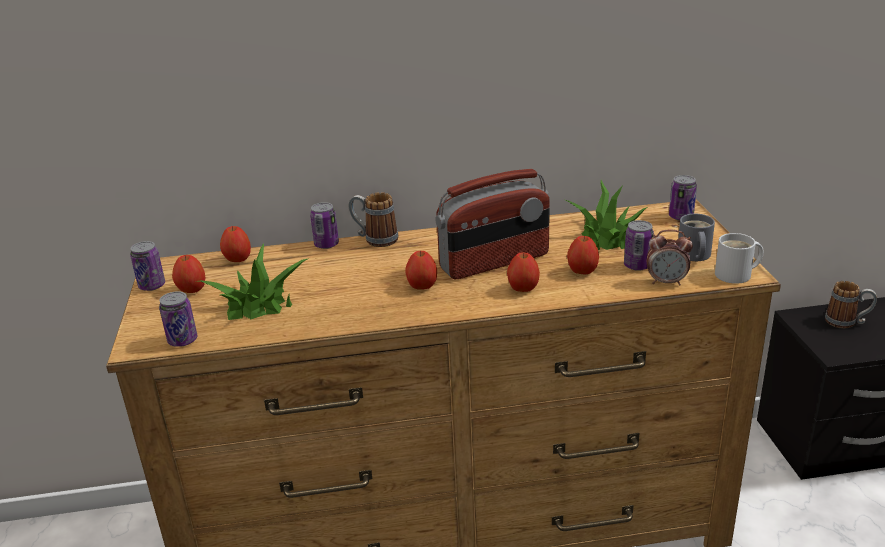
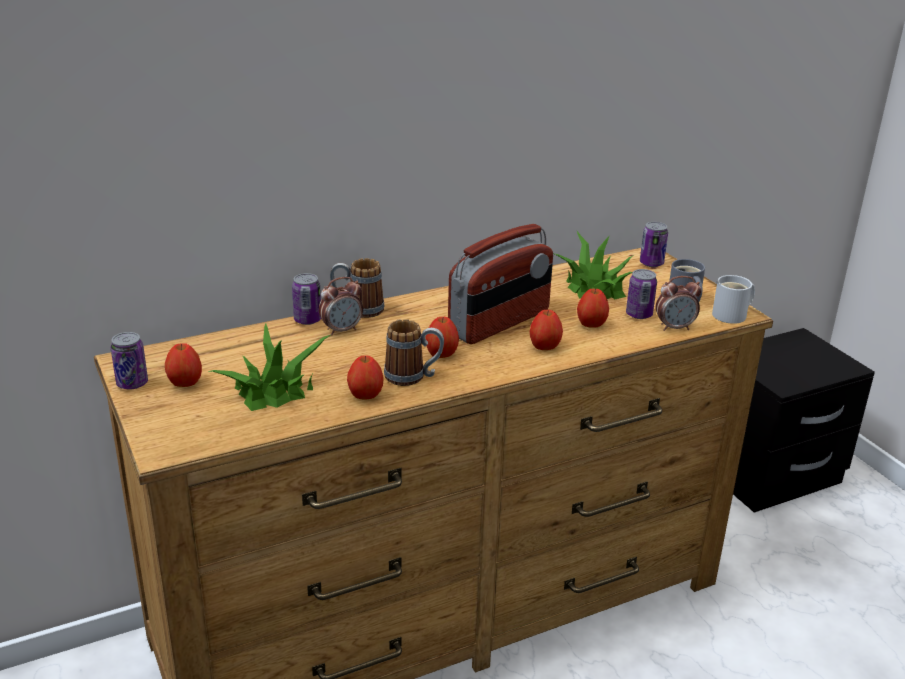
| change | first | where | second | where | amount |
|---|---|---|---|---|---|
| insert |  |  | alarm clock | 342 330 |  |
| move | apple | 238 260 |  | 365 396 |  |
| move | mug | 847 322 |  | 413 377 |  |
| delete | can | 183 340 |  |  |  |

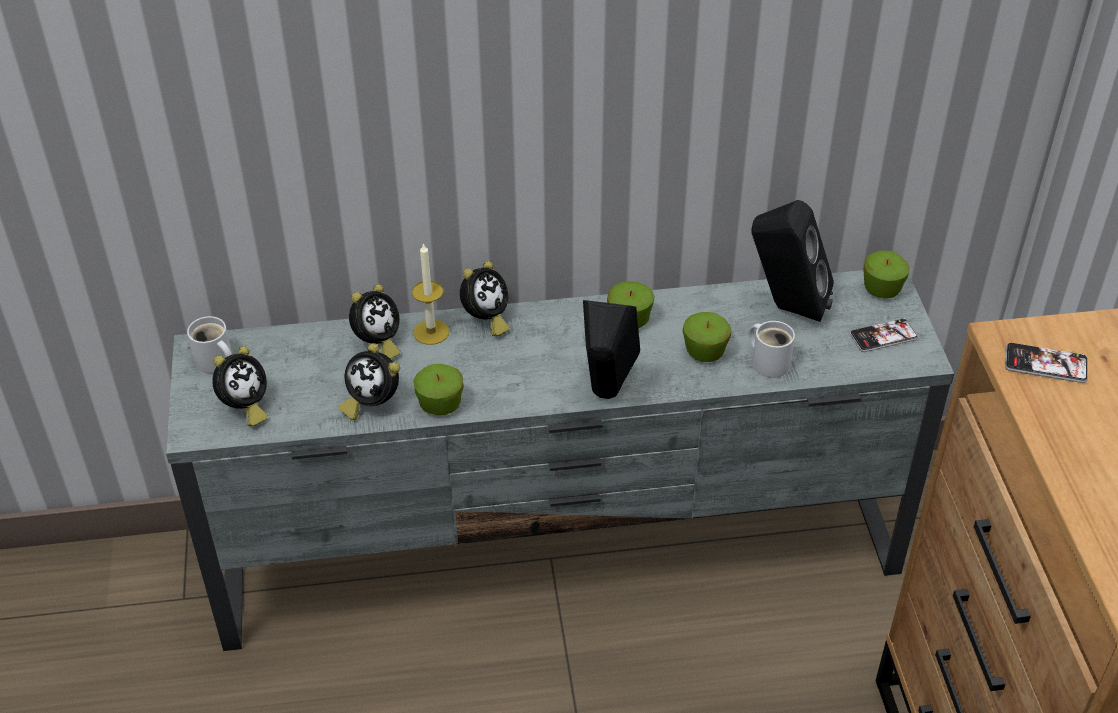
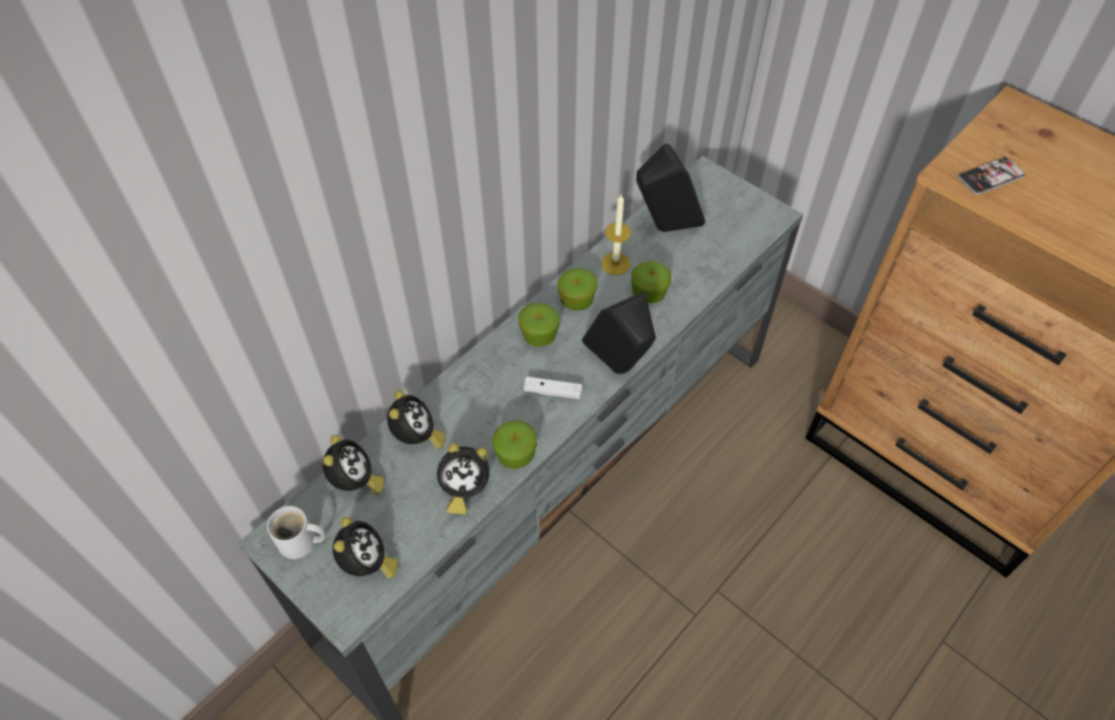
| change | first | where | second | where | amount |
|---|---|---|---|---|---|
| move | alarm clock | 485 320 |  | 355 482 |  |
| move | apple | 882 289 |  | 539 336 |  |
| insert |  |  | white game controller | 553 392 |  |
| move | candle | 431 332 |  | 615 263 |  |
| delete | white mug | 769 361 |  |  |  |
| delete | phone | 883 336 |  |  |  |

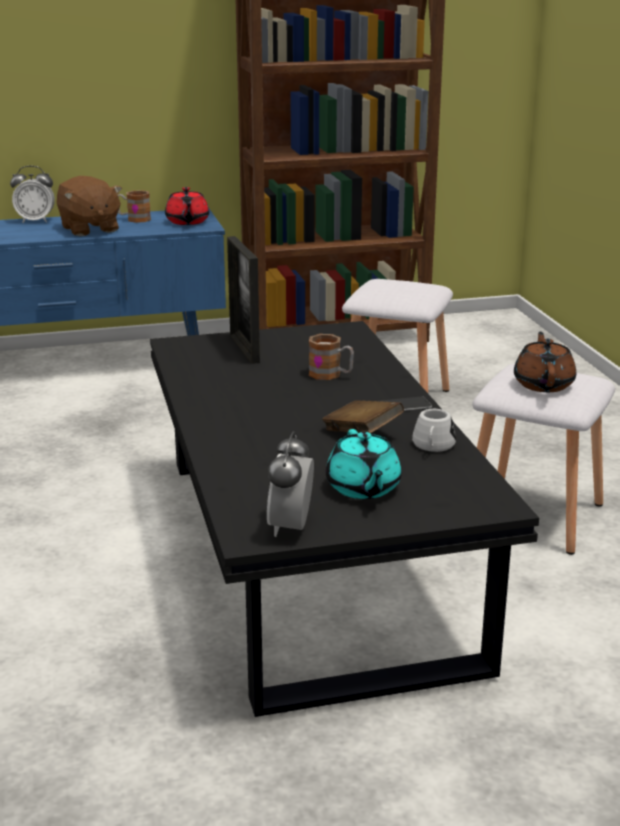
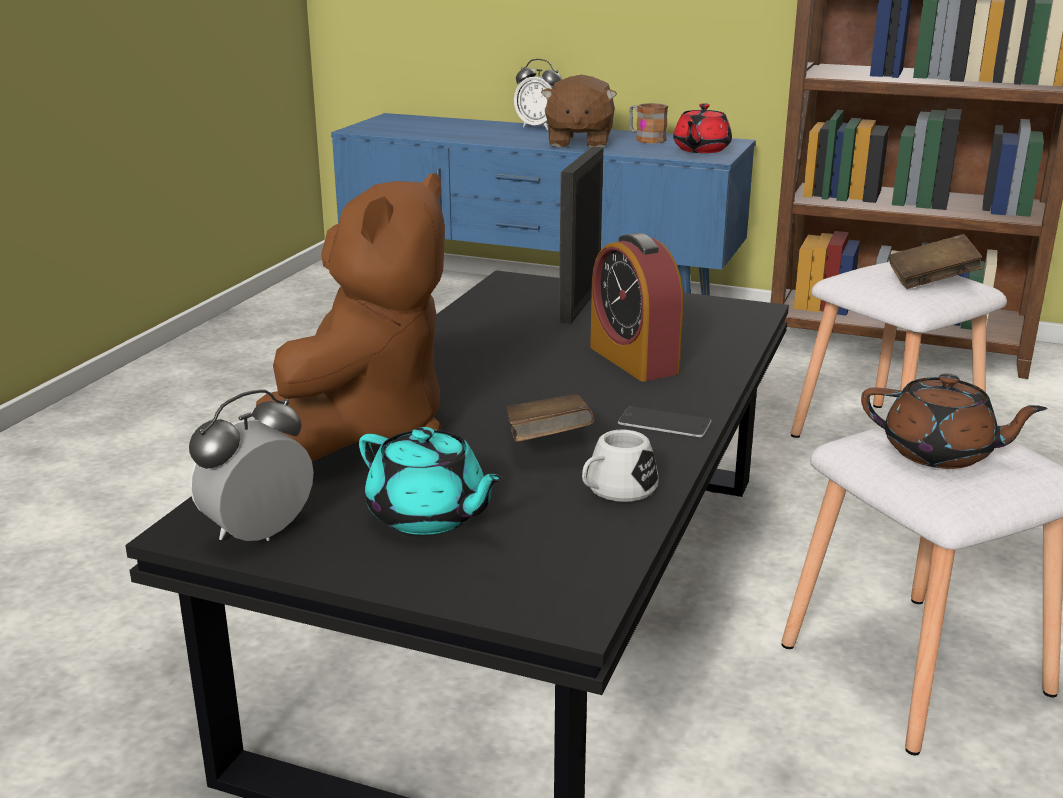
| change | first | where | second | where | amount |
|---|---|---|---|---|---|
| insert |  |  | brown plush toy | 364 429 |  |
| rotate | turquoise teapot | 363 488 |  | 428 516 | 75 degrees counterclockwise |
| replace | mug | 331 375 | alarm clock | 633 360 |  |
| rotate | brown teapot | 543 384 |  | 940 453 | 75 degrees clockwise |
| insert |  |  | brown book | 931 281 |  |

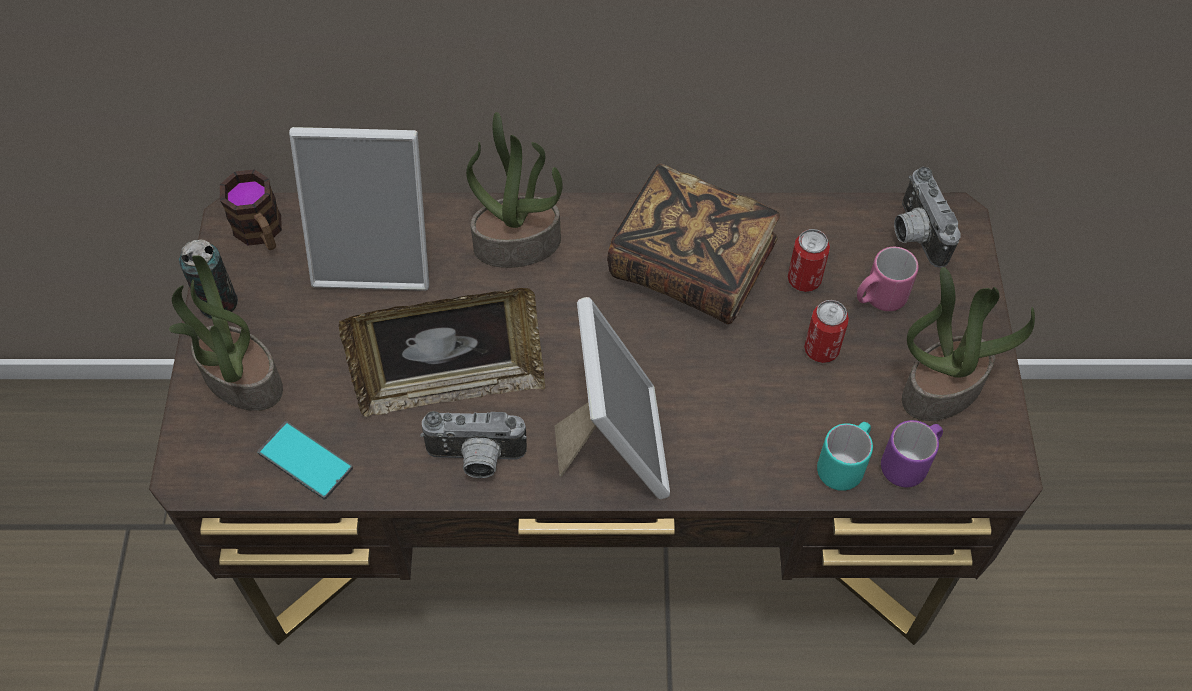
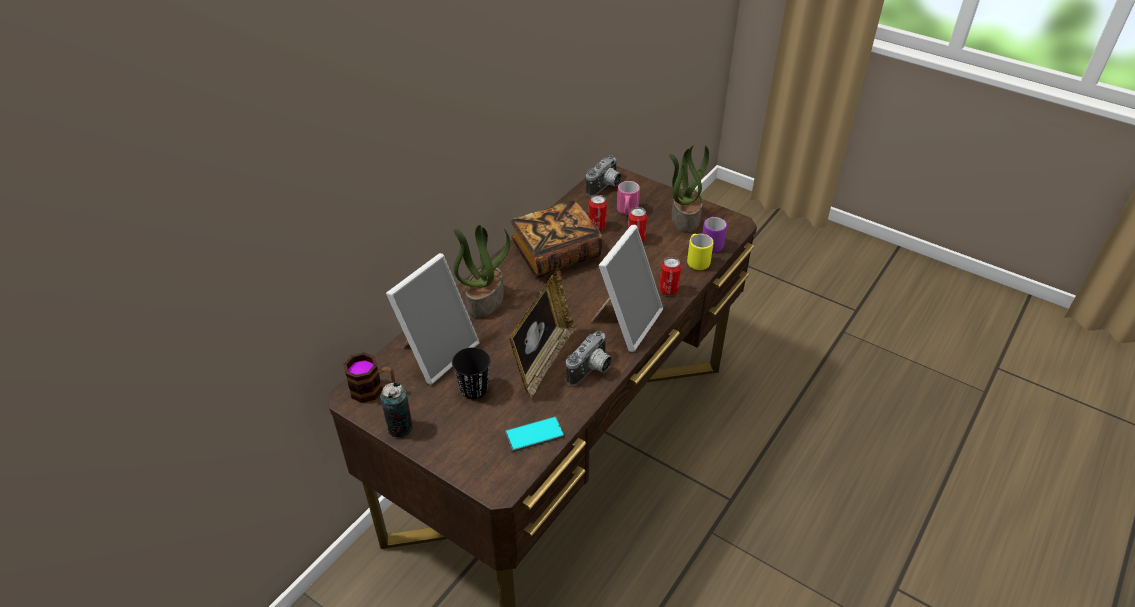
| change | first | where | second | where | amount |
|---|---|---|---|---|---|
| insert |  |  | black cup | 474 389 |  |
| rotate | photo camera | 914 234 |  | 606 187 | 75 degrees counterclockwise |
| rotate | picture frame | 613 445 |  | 625 322 | 90 degrees clockwise |
| insert |  |  | can | 668 290 |  |
| recolor | turquoise mug | 844 465 | yellow mug | 696 261 |  |
| delete | potted plant | 240 380 |  |  |  |

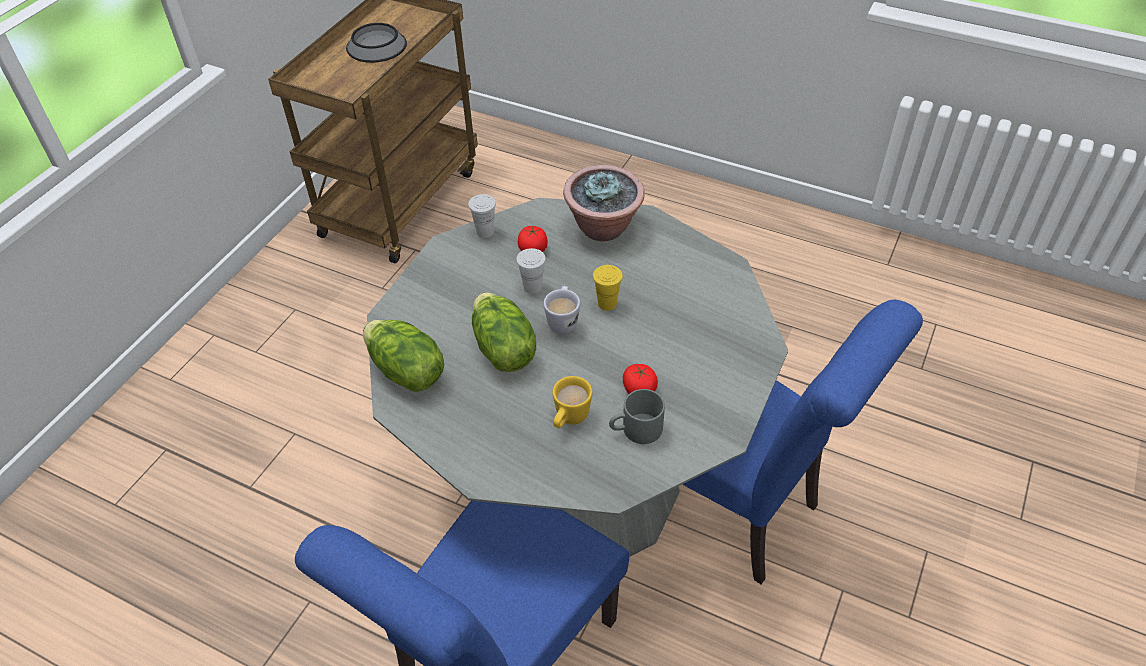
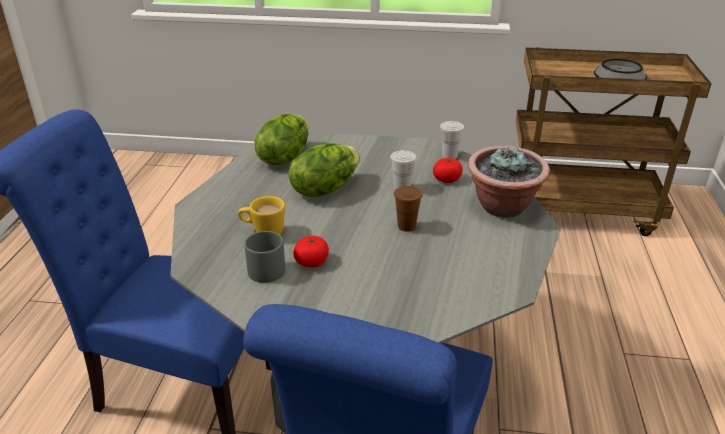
| change | first | where | second | where | amount |
|---|---|---|---|---|---|
| recolor | yellow cup | 607 304 | brown cup | 406 226 |  |
| delete | white mug | 563 320 |  |  |  |

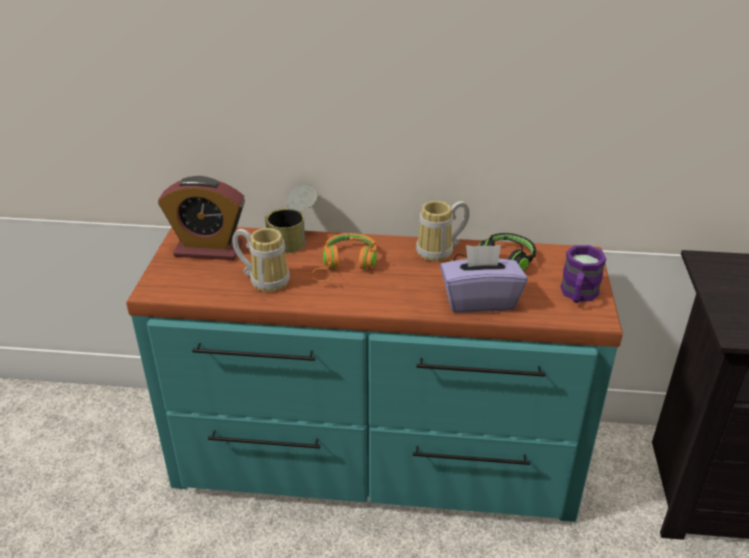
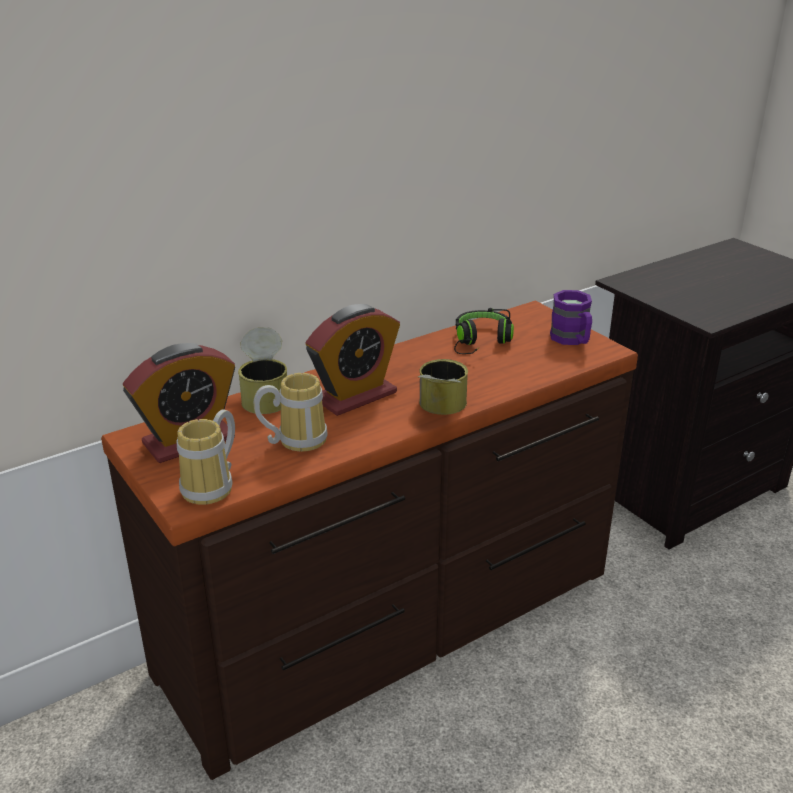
| change | first | where | second | where | amount |
|---|---|---|---|---|---|
| recolor | turquoise dresser | 374 460 | brown dresser | 394 624 |  |
| move | mug | 440 252 |  | 214 487 |  |
| replace | orange headphones | 346 266 | alarm clock | 355 396 |  |
| insert |  |  | can | 440 410 |  |
| delete | purple tissue box | 479 300 |  |  |  |

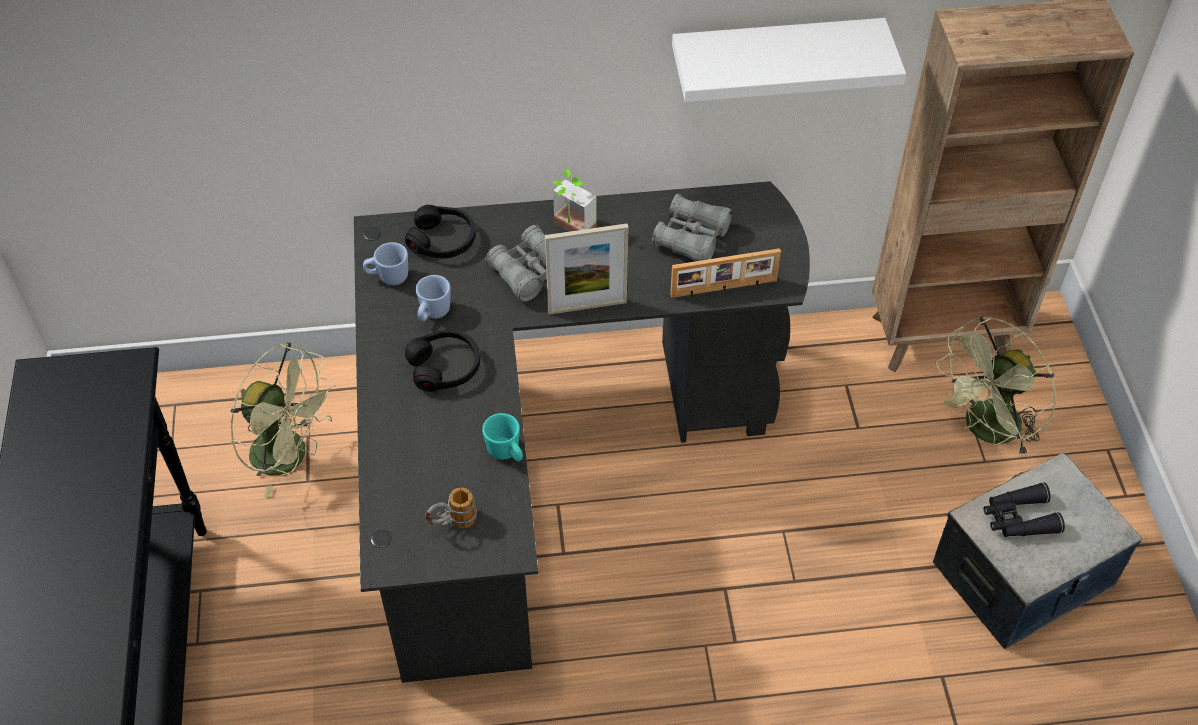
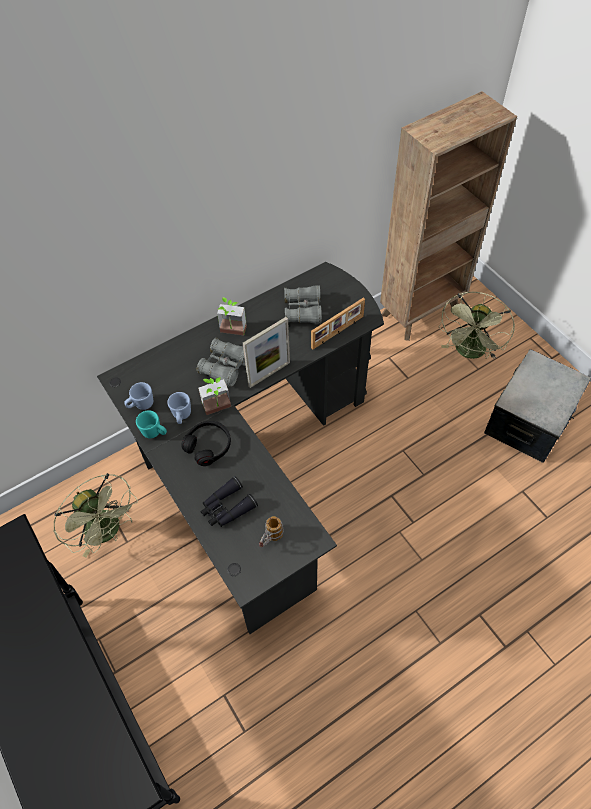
| change | first | where | second | where | amount |
|---|---|---|---|---|---|
| rotate | green fan | 291 456 |  | 108 531 | 45 degrees clockwise |
| move | turquoise mug | 506 453 |  | 155 433 |  |
| insert |  |  | potted plant | 218 410 |  |
| move | black binoculars | 1018 518 |  | 227 507 |  |
| delete | black headphones | 443 240 |  |  |  |
| delete | white shelf | 775 58 |  |  |  |

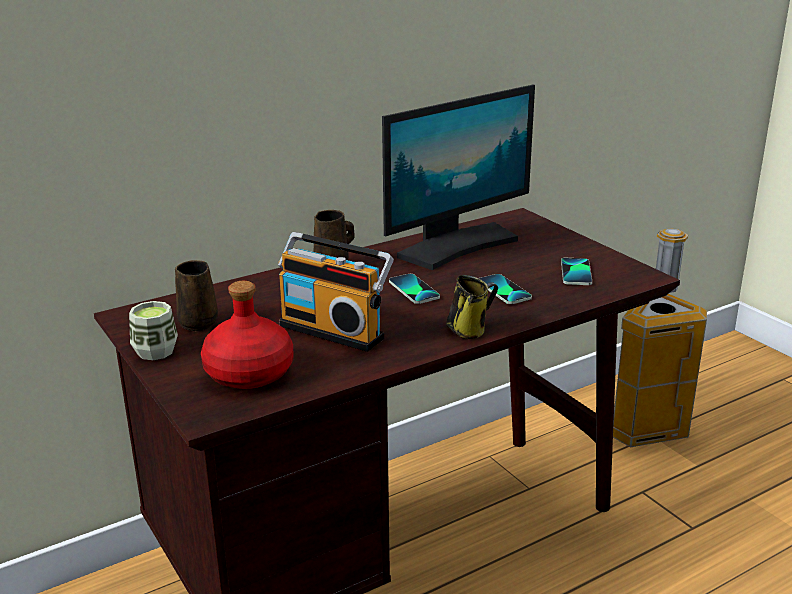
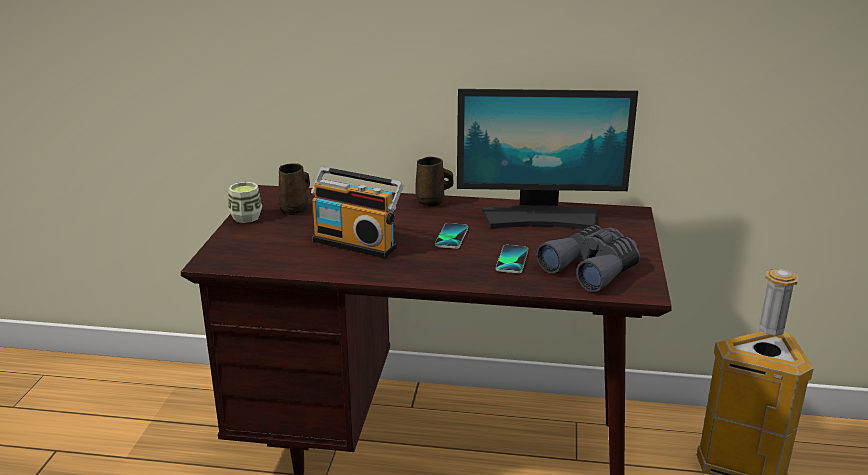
| change | first | where | second | where | amount |
|---|---|---|---|---|---|
| rotate | radio | 334 330 |  | 357 243 | 45 degrees counterclockwise |
| replace | phone | 576 273 | grey binoculars | 592 268 |  |
| delete | red bottle | 250 373 |  |  |  |
| delete | mug | 469 330 |  |  |  |

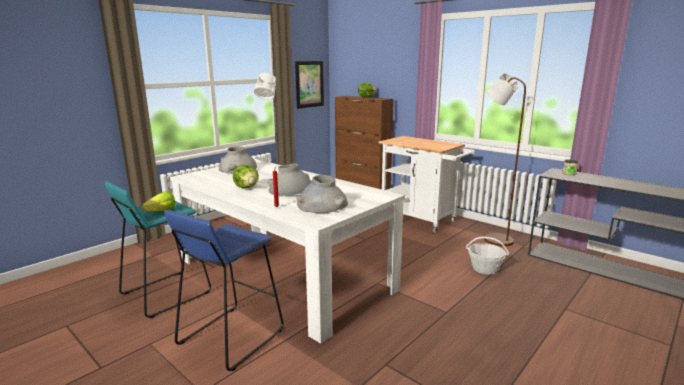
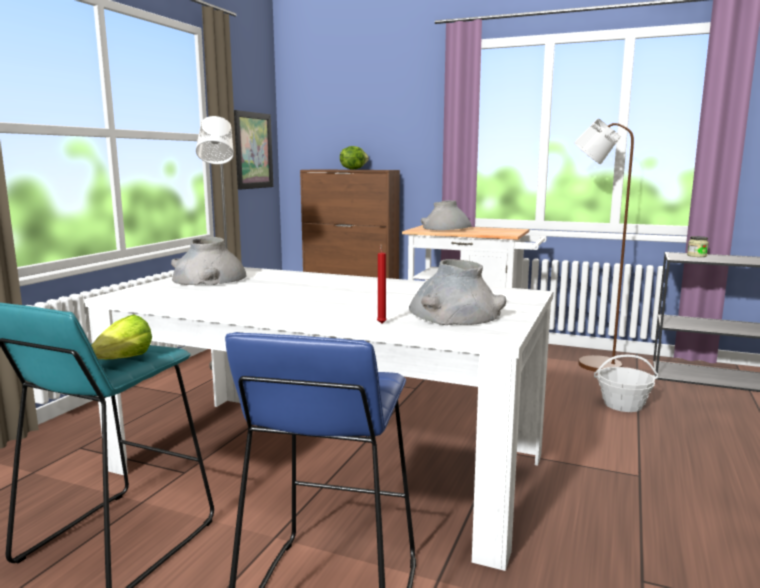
| change | first | where | second | where | amount |
|---|---|---|---|---|---|
| move | grey vase | 291 190 |  | 446 229 |  |
| delete | lettuce | 247 187 |  |  |  |

